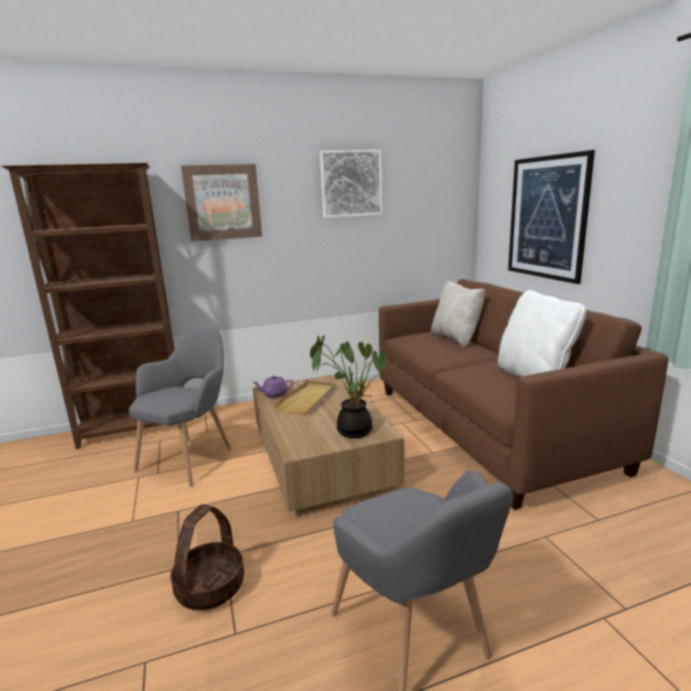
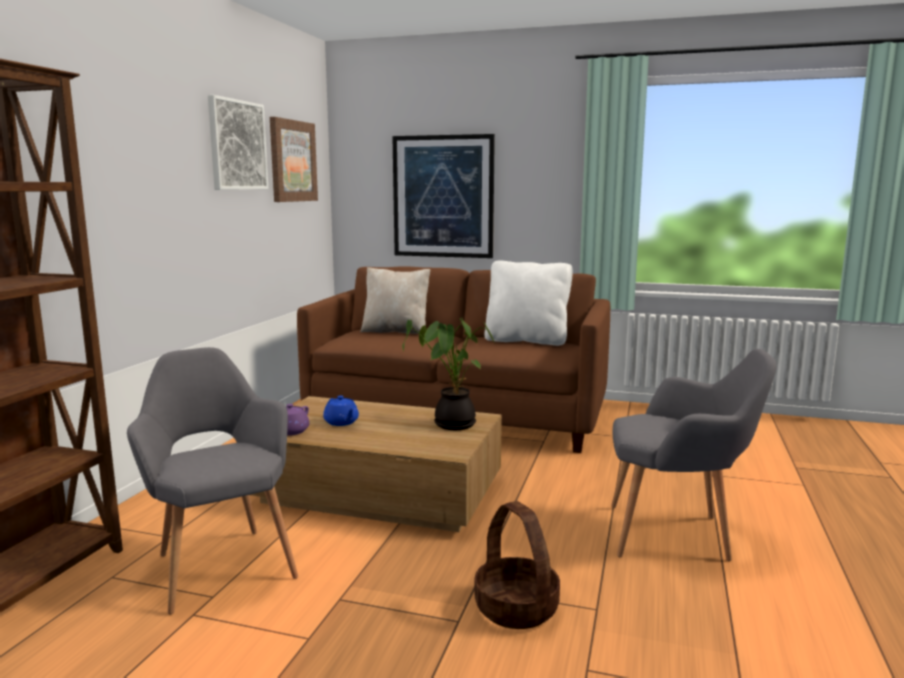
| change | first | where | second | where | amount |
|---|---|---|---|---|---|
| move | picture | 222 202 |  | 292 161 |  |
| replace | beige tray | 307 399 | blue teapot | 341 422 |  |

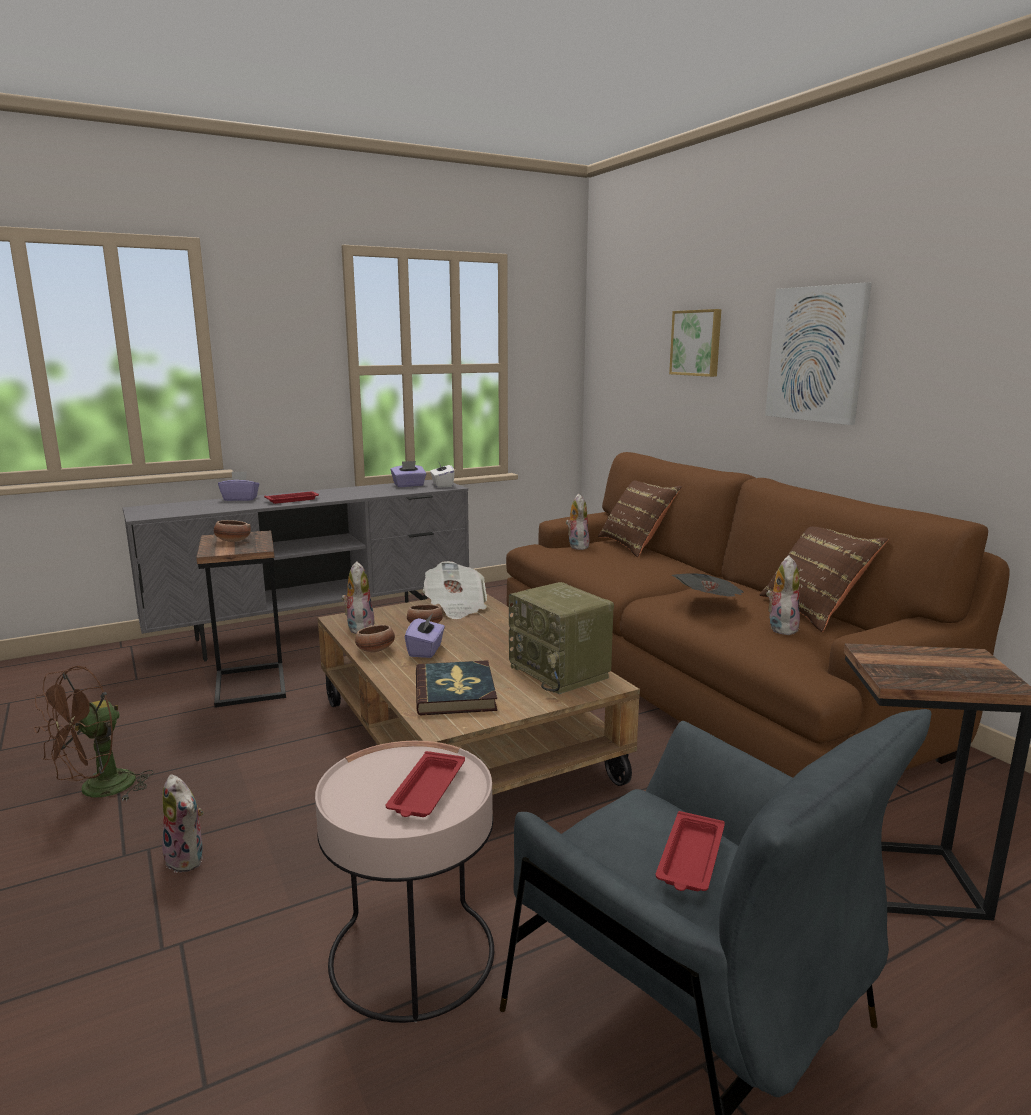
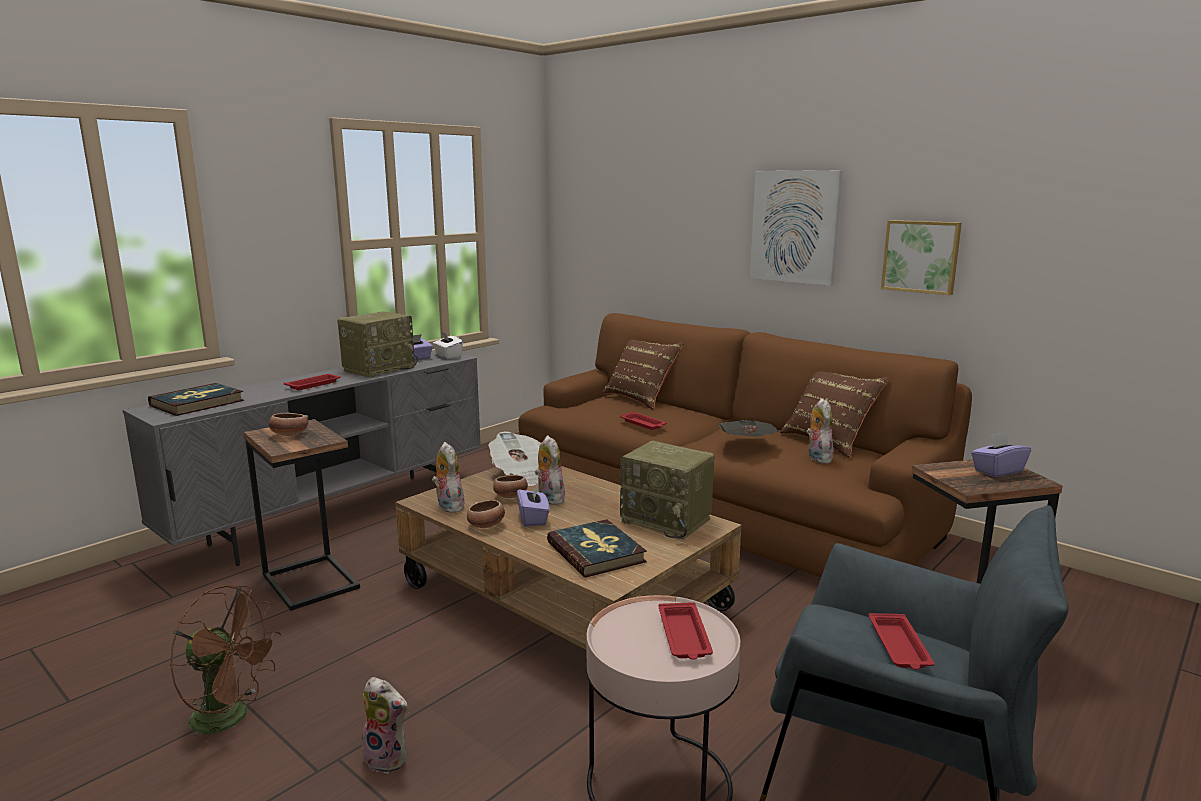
| change | first | where | second | where | amount |
|---|---|---|---|---|---|
| insert |  |  | book | 197 403 |  |
| rotate | brown fan | 98 791 |  | 231 717 | 90 degrees counterclockwise |
| insert |  |  | radio | 379 369 |  |
| move | plush toy | 576 546 |  | 548 498 |  |
| insert |  |  | red tray | 643 424 |  |
| move | picture | 697 343 |  | 921 256 |  |
| move | purple tissue box | 240 499 |  | 997 471 |  |

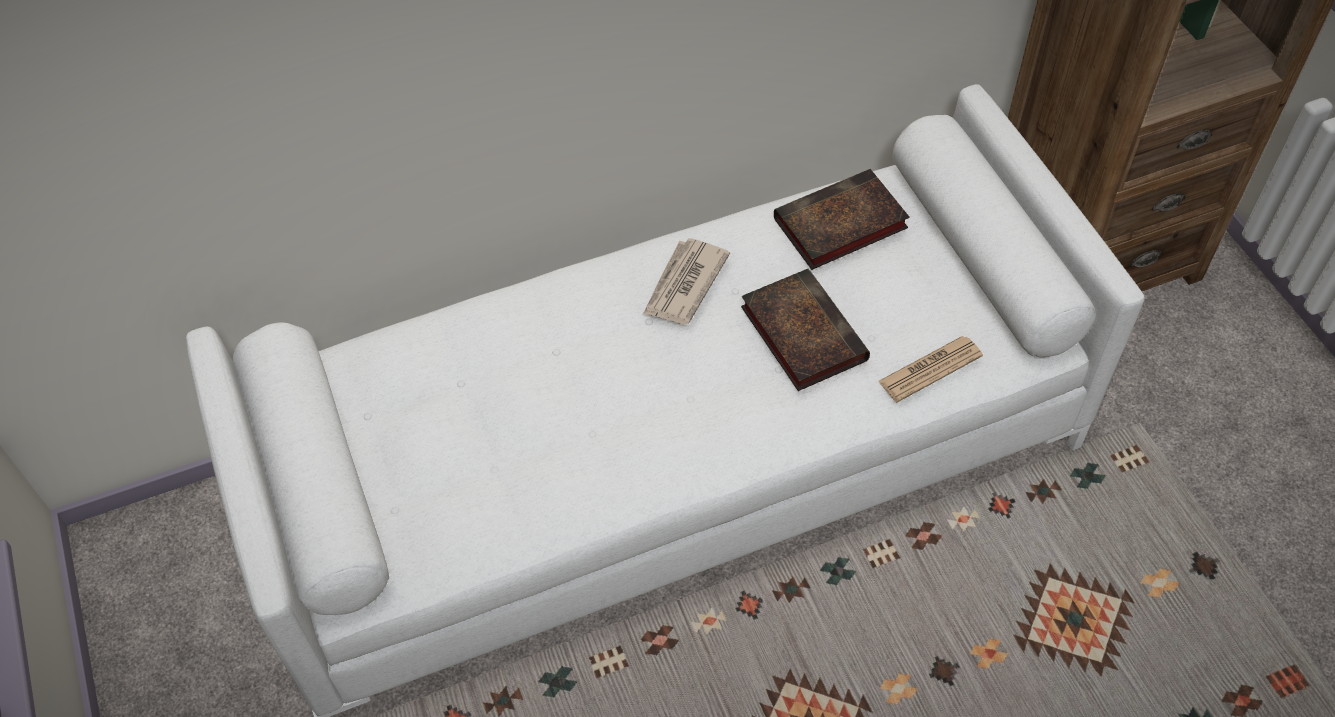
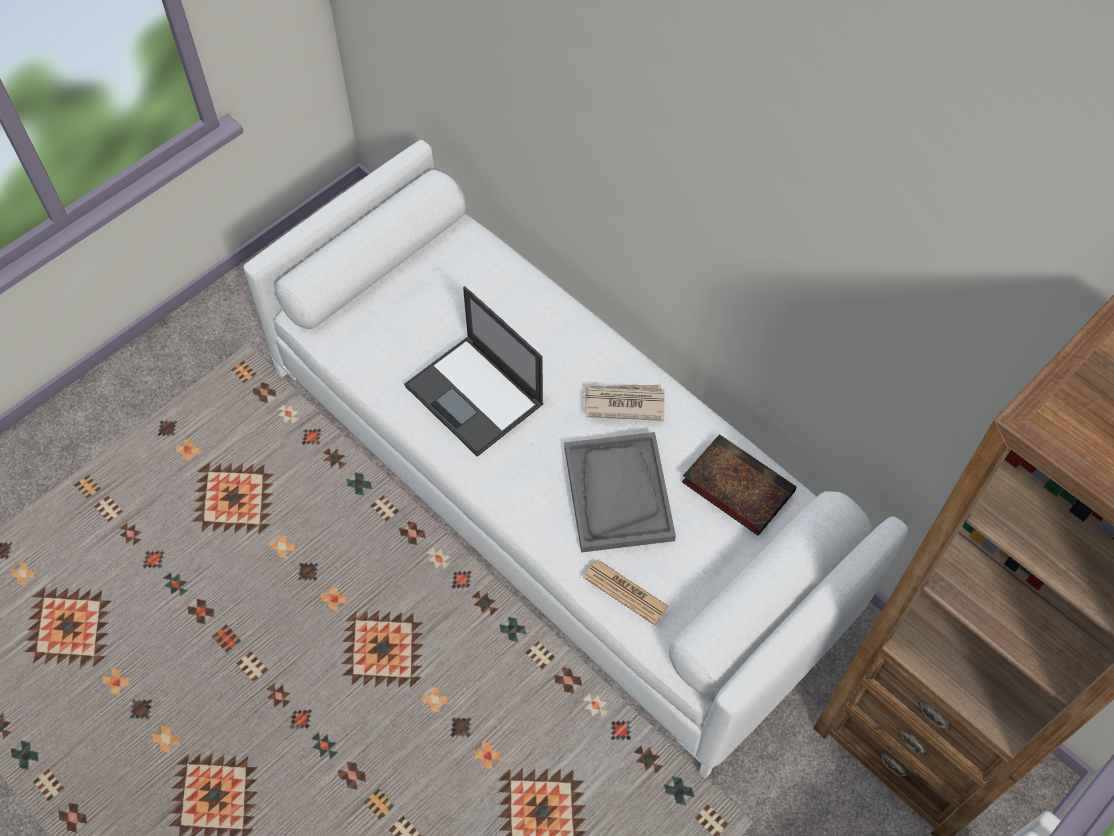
| change | first | where | second | where | amount |
|---|---|---|---|---|---|
| insert |  |  | laptop | 475 396 |  |
| replace | book | 800 332 | grey tray | 618 493 |  |

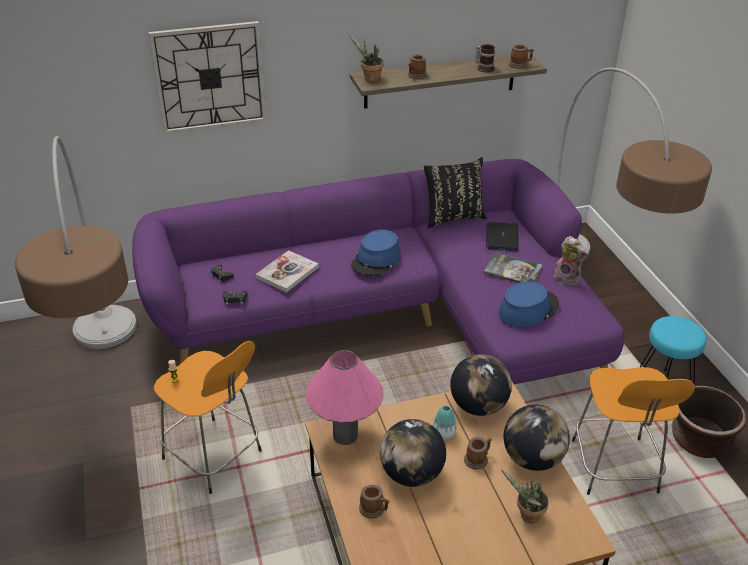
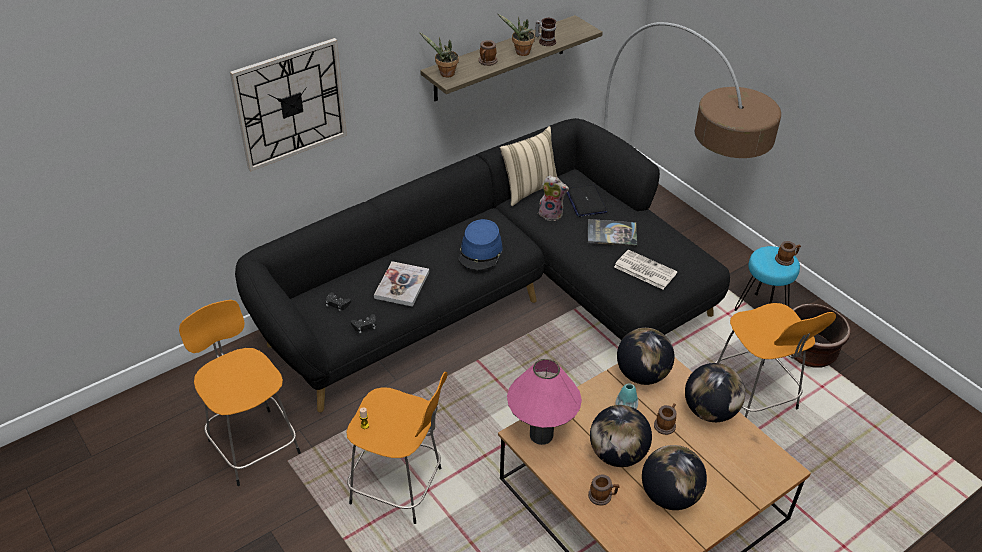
| change | first | where | second | where | amount |
|---|---|---|---|---|---|
| replace | floor lamp | 110 385 | orange stool | 252 444 |  |
| recolor | purple sofa | 392 315 | black sofa | 494 299 |  |
| move | potted plant | 527 516 |  | 520 53 |  |
| recolor | black pillow | 453 217 | beige pillow | 528 189 |  |
| move | plush toy | 567 279 |  | 551 214 |  |
| replace | blue hat | 528 309 | newspaper | 644 270 |  |
| insert |  |  | globe | 669 495 |  |
| move | mug | 520 64 |  | 786 259 |  |

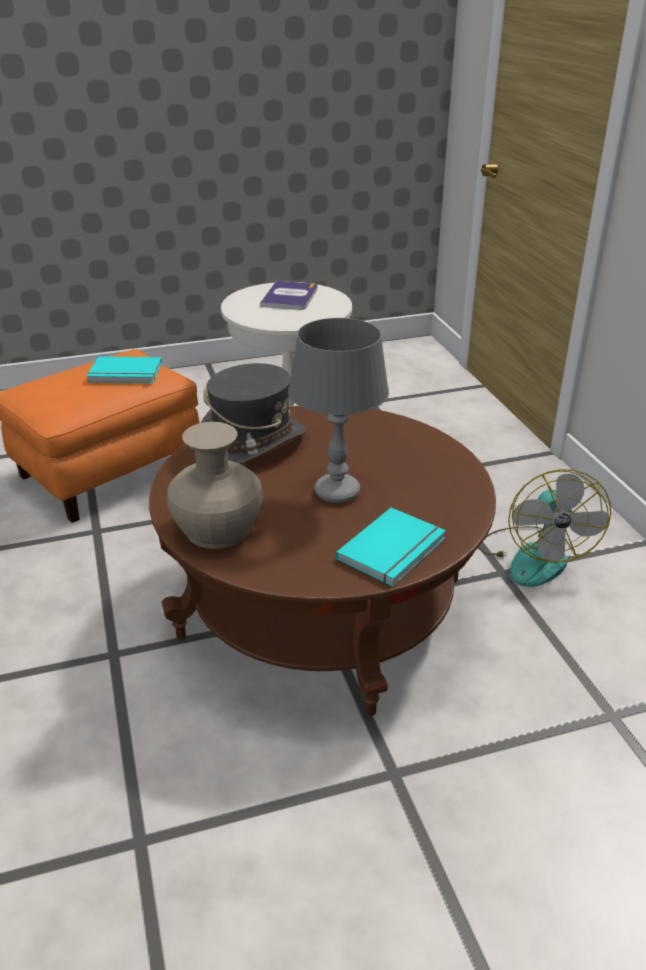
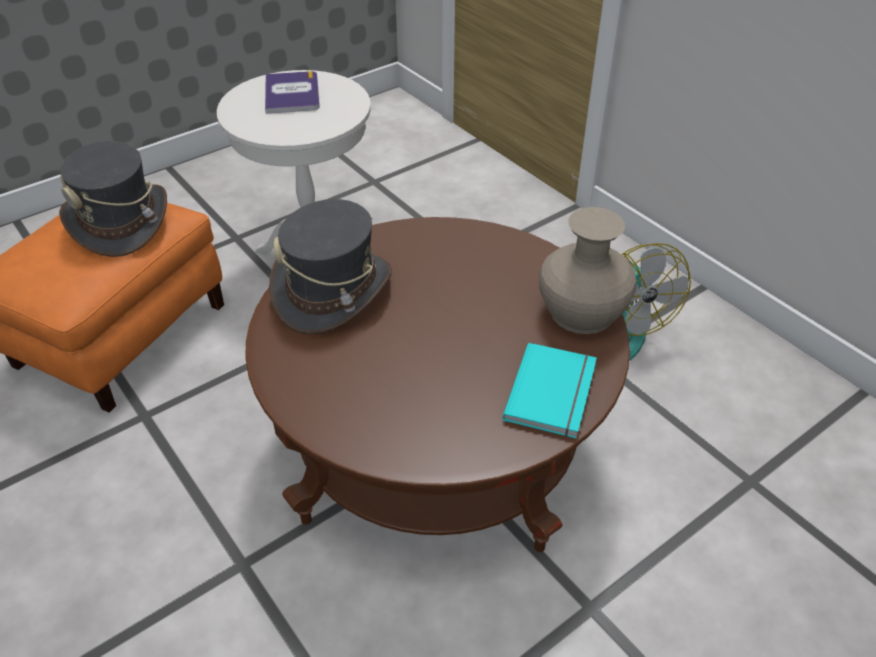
| change | first | where | second | where | amount |
|---|---|---|---|---|---|
| replace | turquoise book | 125 373 | grey hat | 120 222 |  |
| move | beige vase | 218 529 |  | 582 312 |  |
| delete | grey table lamp | 337 492 |  |  |  |

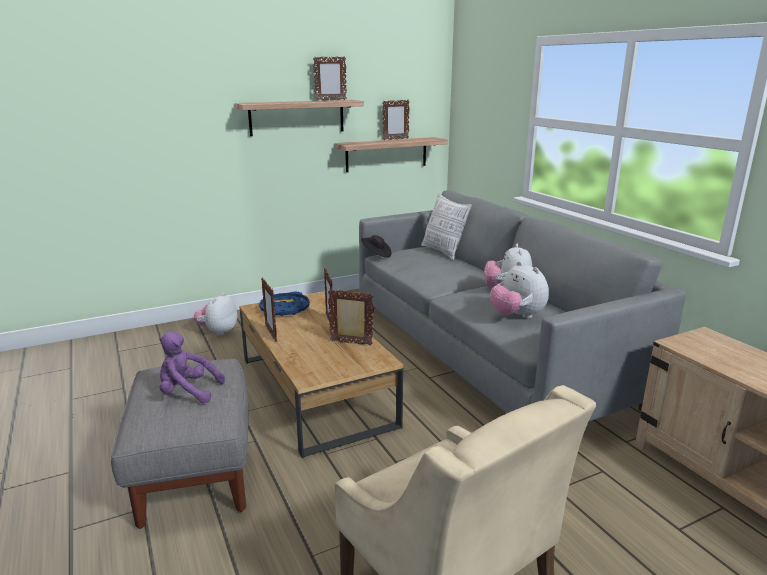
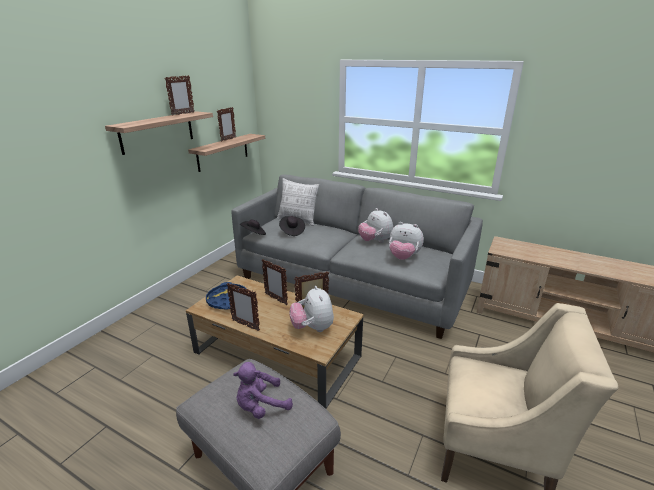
| change | first | where | second | where | amount |
|---|---|---|---|---|---|
| insert |  |  | black hat | 292 231 |  |
| move | plush toy | 218 331 |  | 312 328 |  |

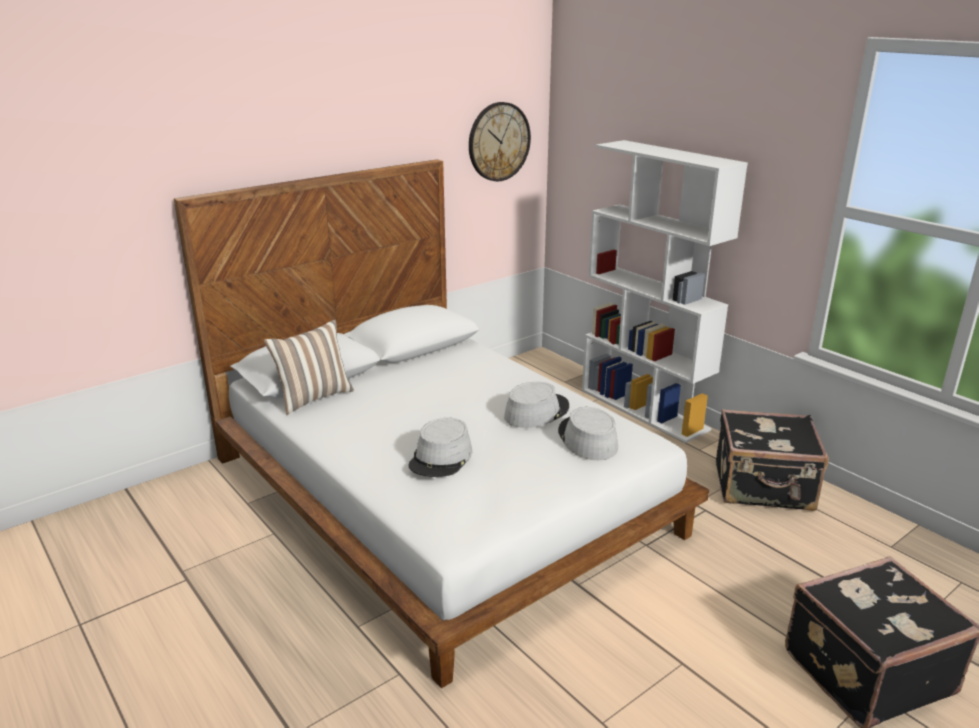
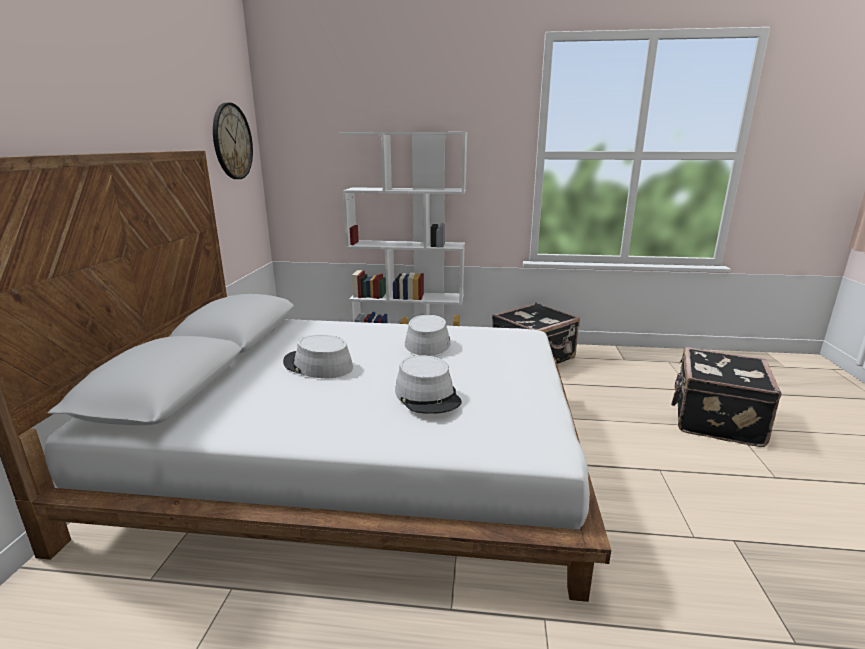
| change | first | where | second | where | amount |
|---|---|---|---|---|---|
| move | grey hat | 587 439 |  | 318 365 |  |
| delete | pillow | 313 397 |  |  |  |

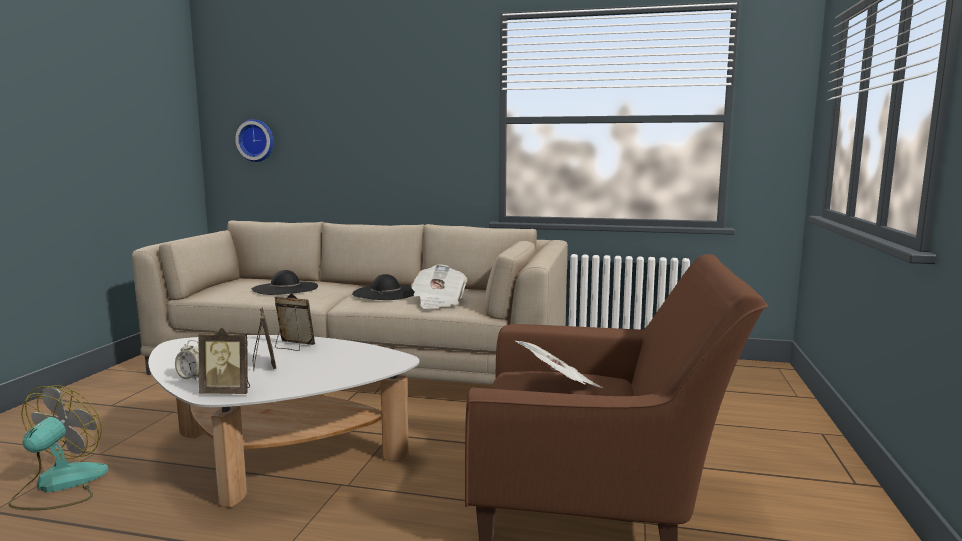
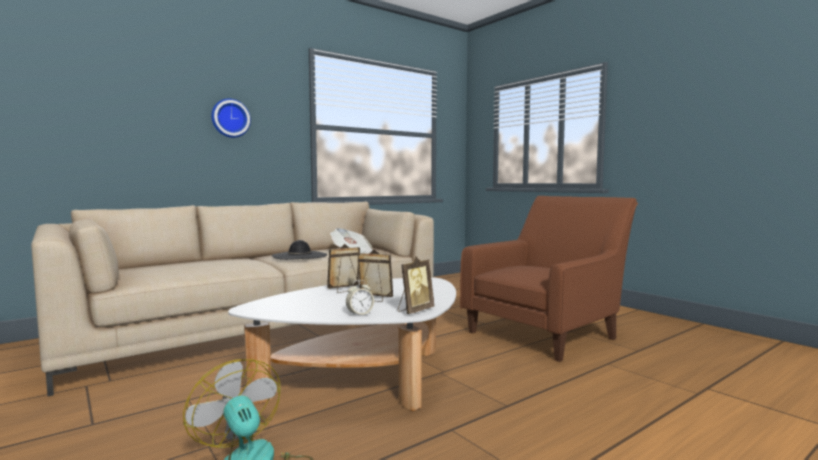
| change | first | where | second | where | amount |
|---|---|---|---|---|---|
| move | wall clock | 256 140 |  | 230 118 |  |
| delete | black hat | 285 288 |  |  |  |
| delete | newspaper | 558 386 |  |  |  |

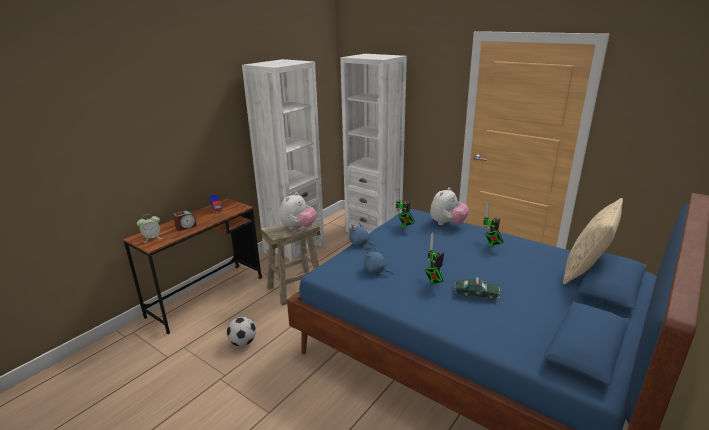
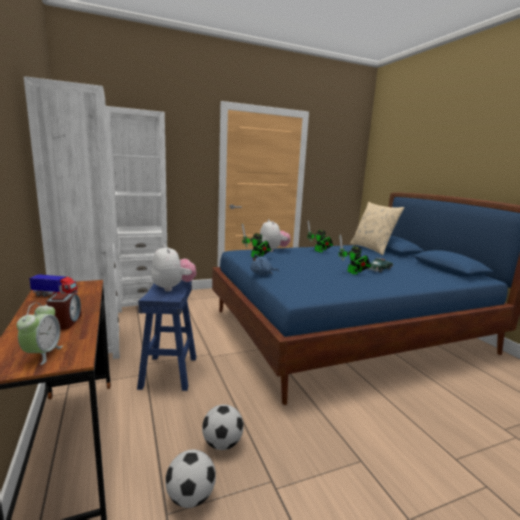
| change | first | where | second | where | amount |
|---|---|---|---|---|---|
| recolor | beige stool | 295 288 | blue stool | 168 371 |  |
| insert |  |  | football | 191 497 |  |
| delete | blue plush toy | 376 271 |  |  |  |

